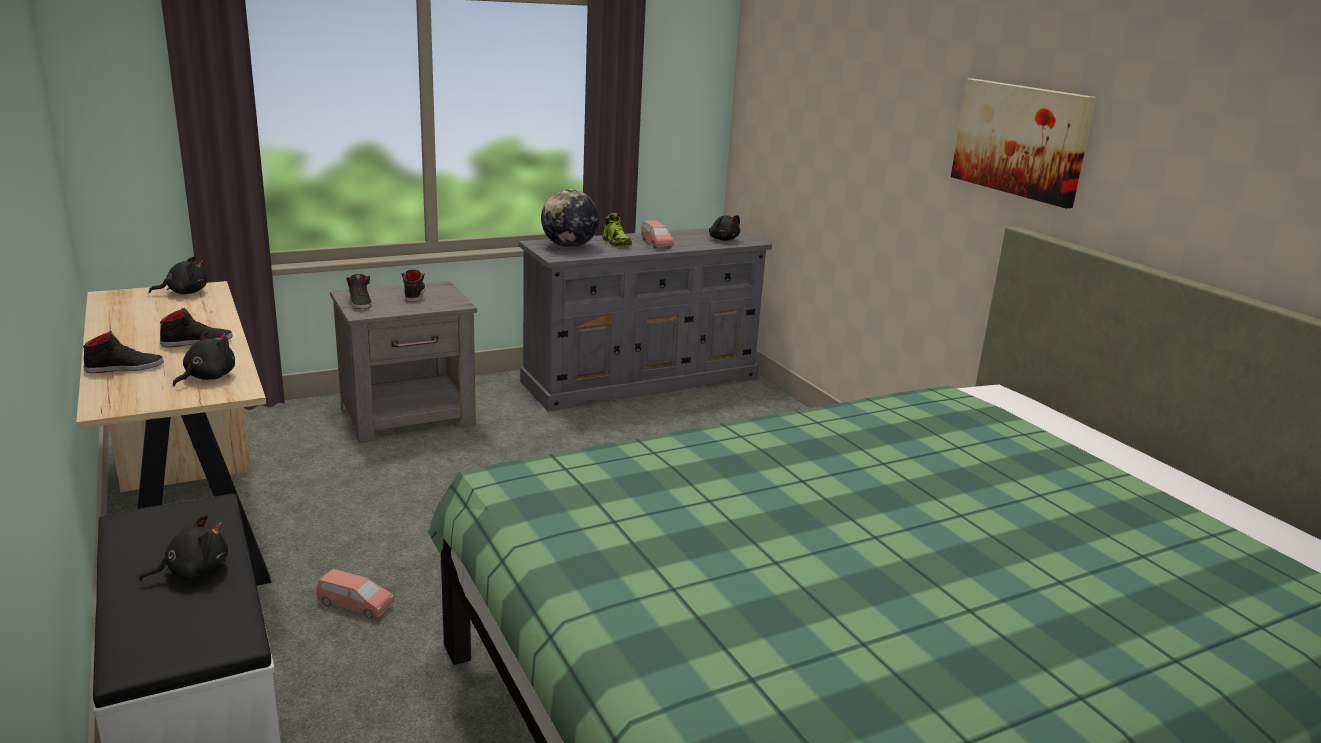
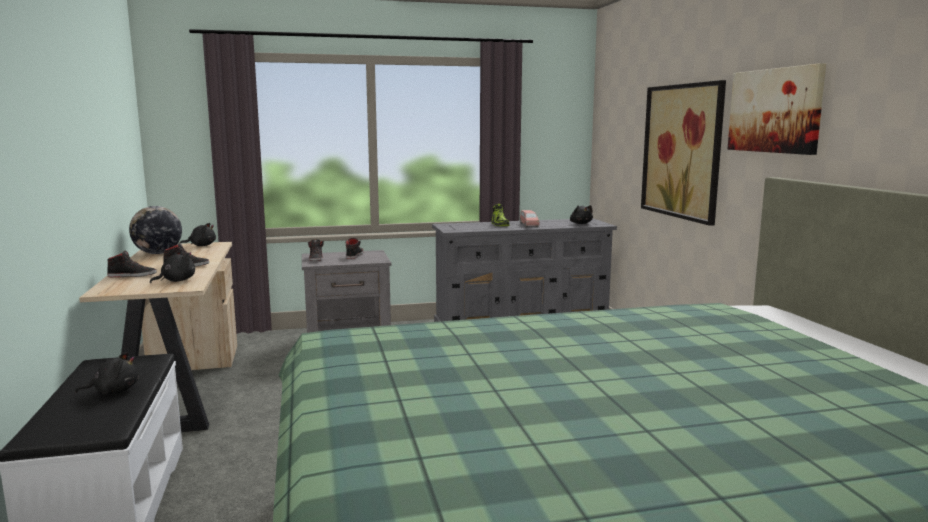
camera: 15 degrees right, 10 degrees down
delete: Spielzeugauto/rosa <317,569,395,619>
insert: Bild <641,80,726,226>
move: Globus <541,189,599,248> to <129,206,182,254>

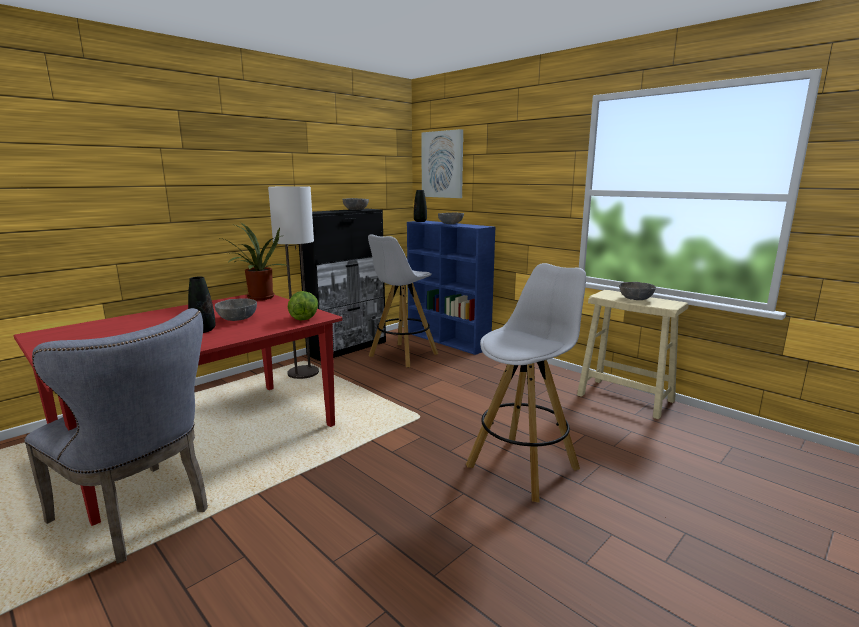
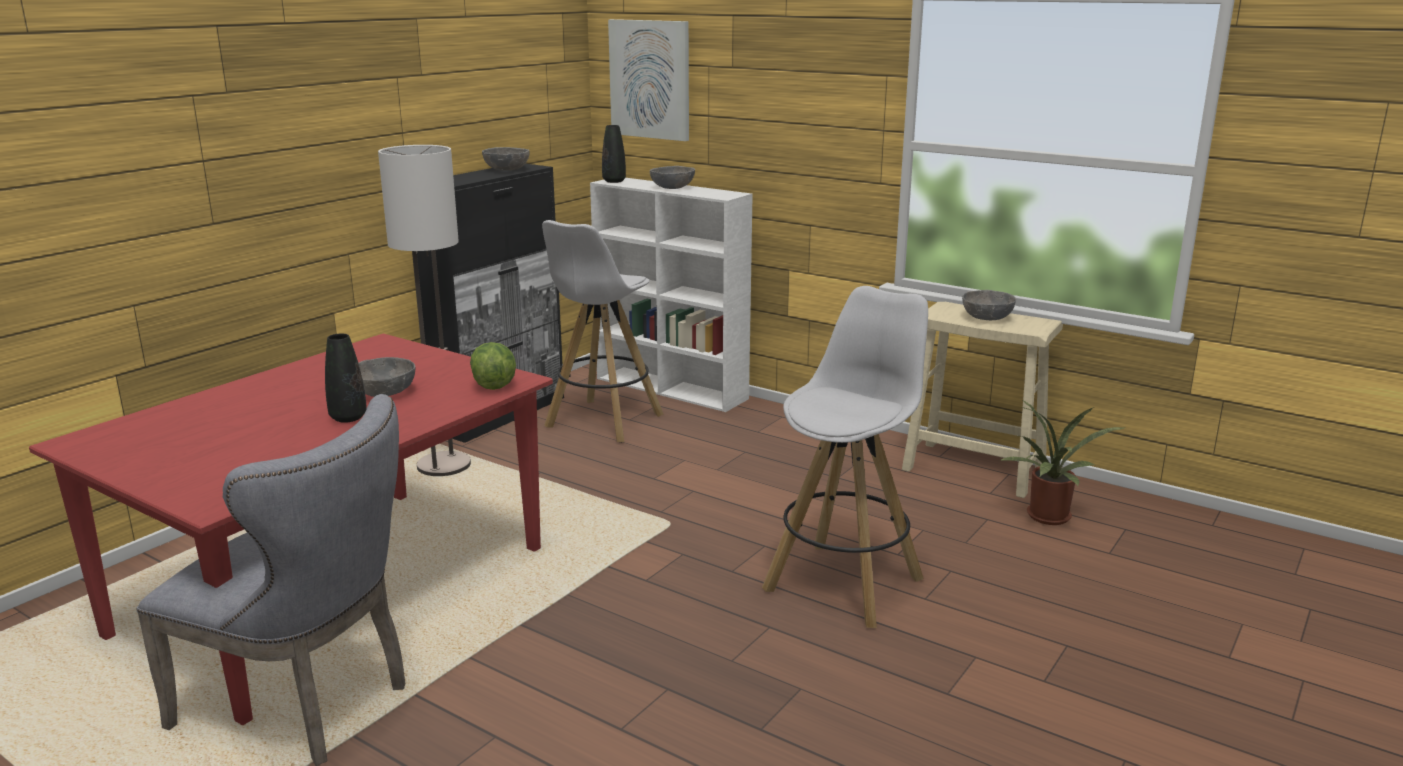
camera: 10 degrees left, 5 degrees up
move: Topfpflanze <220,223,287,300> to <999,400,1124,525>
recolor: Bücherregal/blau <407,221,495,355> to Bücherregal/weiß <590,178,753,412>

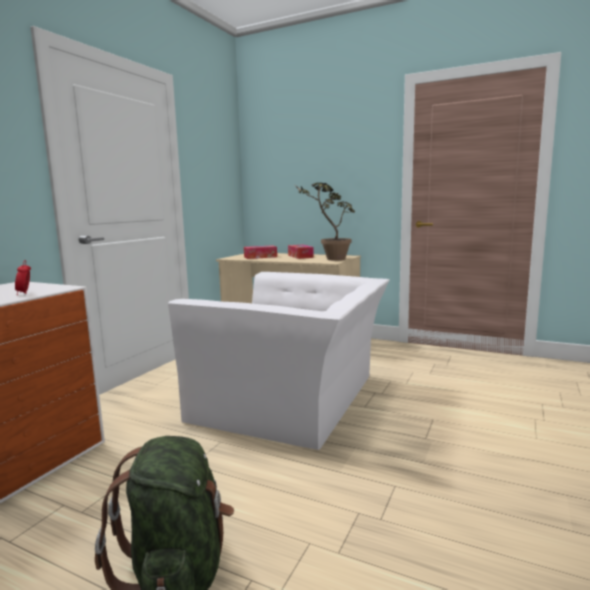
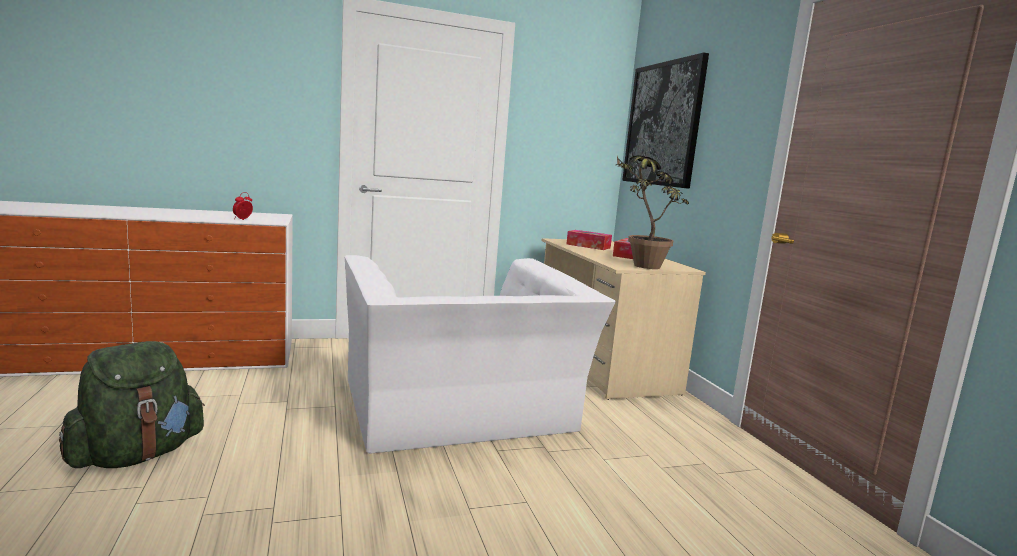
camera: 45 degrees right, 0 degrees up
insert: Bild <622,53,709,189>

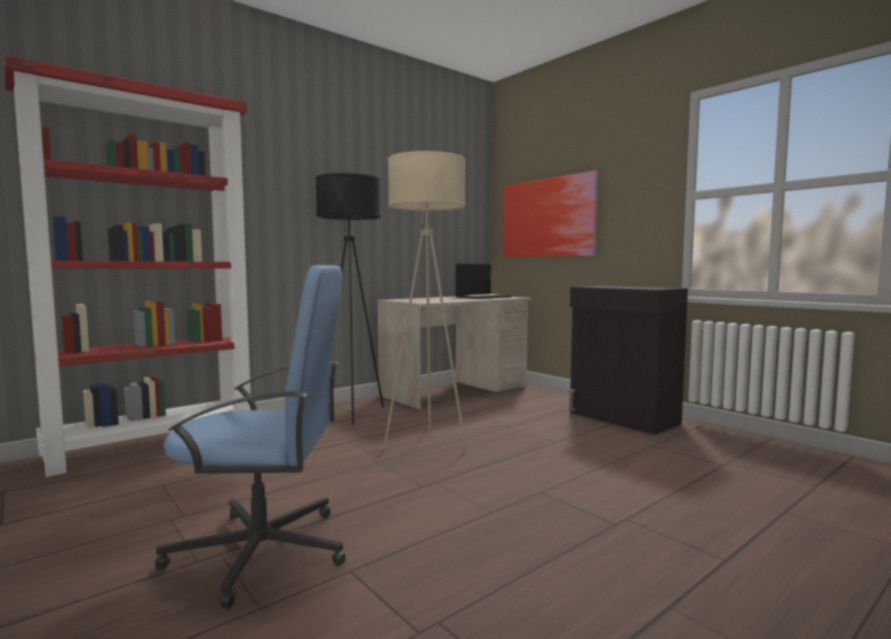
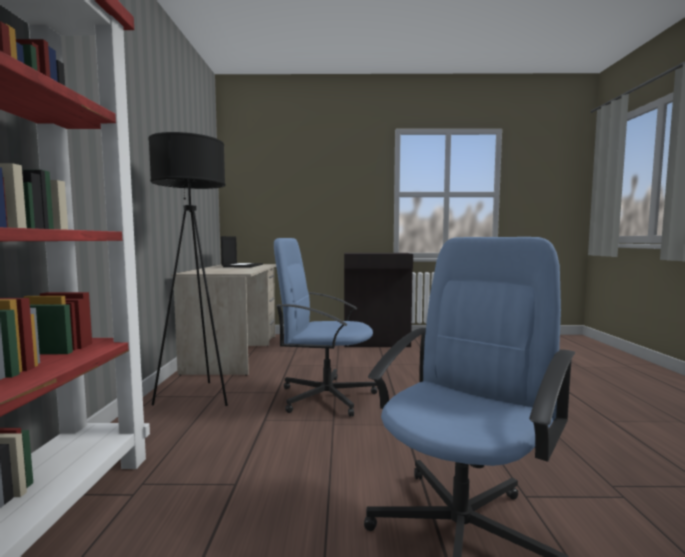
camera: 50 degrees left, 0 degrees up
delete: Bild <503,171,598,257>
replace: Stehlampe/beige <383,151,467,453> to Bürostuhl/blau <274,238,377,417>

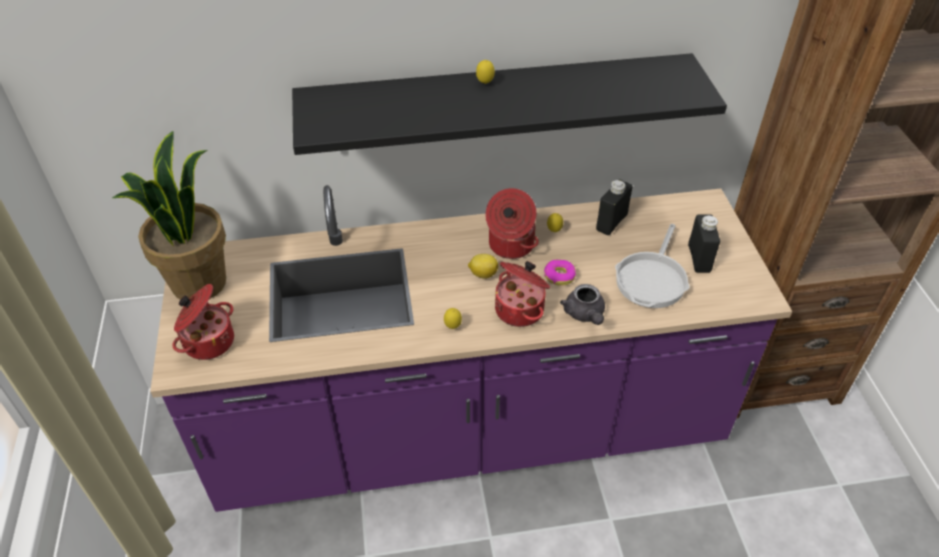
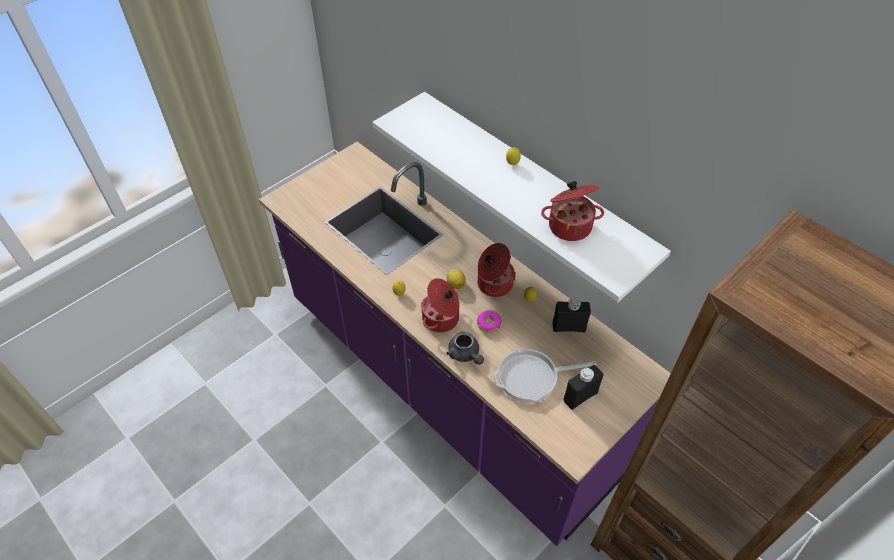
camera: 55 degrees right, 5 degrees up
delete: Topfpflanze <112,131,226,300>
move: Kochtopf <172,284,234,360> to <541,181,604,241>
recolor: Wandregal/schwarz <292,53,727,155> to Wandregal/weiß <372,92,671,302>
rotate: Teekanne/grau <560,284,605,325> = <446,332,484,365> 75 degrees counterclockwise

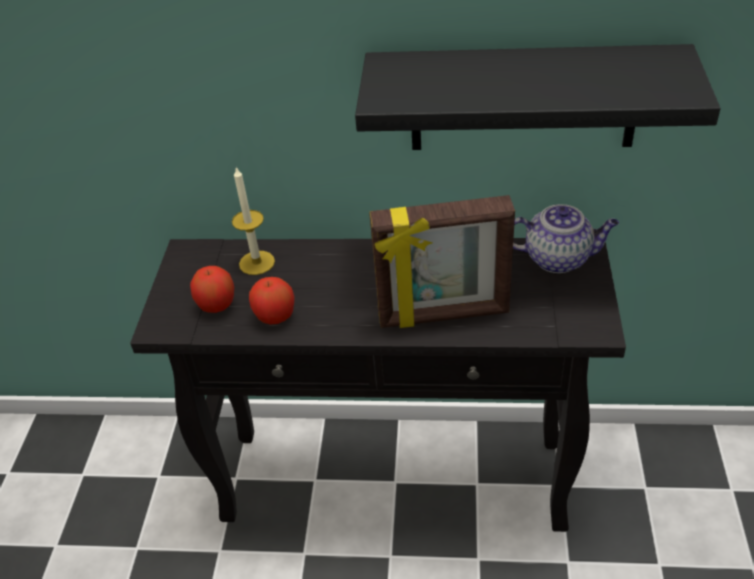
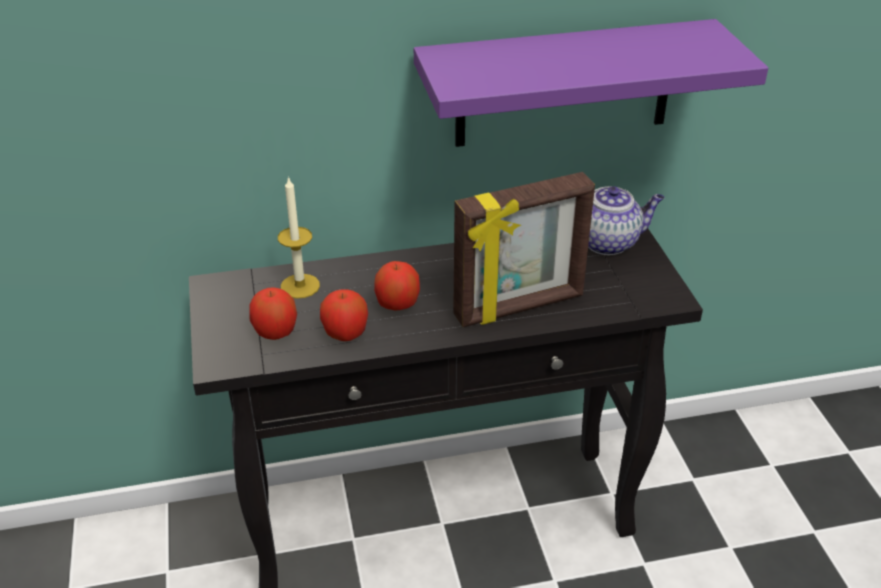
camera: 20 degrees left, 5 degrees down
insert: Apfel <374,261,420,311>
recolor: Wandregal/schwarz <355,44,721,150> to Wandregal/lila <414,19,768,147>

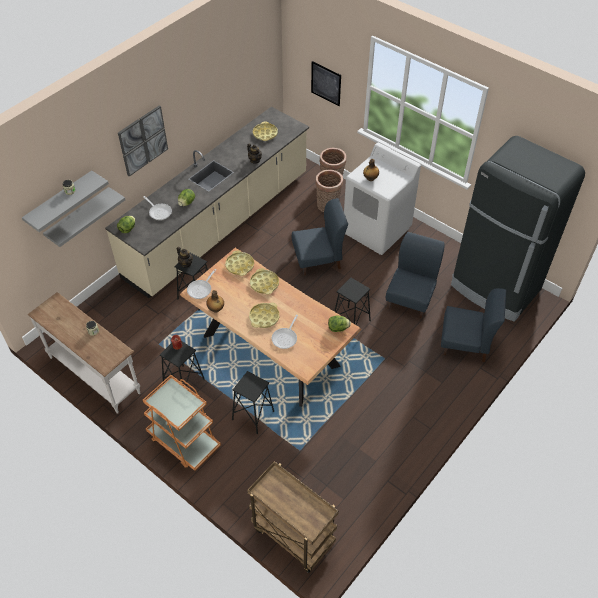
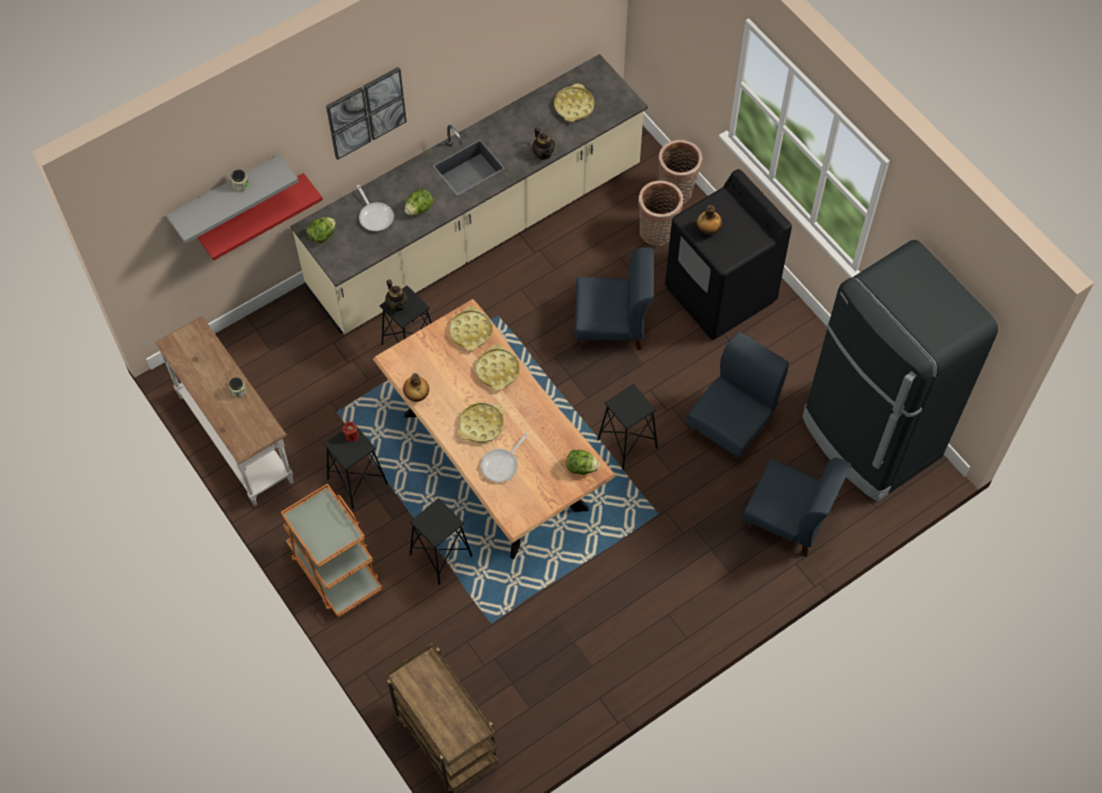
camera: 15 degrees right, 10 degrees up
delete: Bild <311,61,341,106>; Pfanne <187,269,216,299>
recolor: Waschmaschine/weiß <344,143,421,255> to Waschmaschine/schwarz <665,169,792,340>; Wandregal/grau <43,187,125,247> to Wandregal/rot <197,173,323,260>

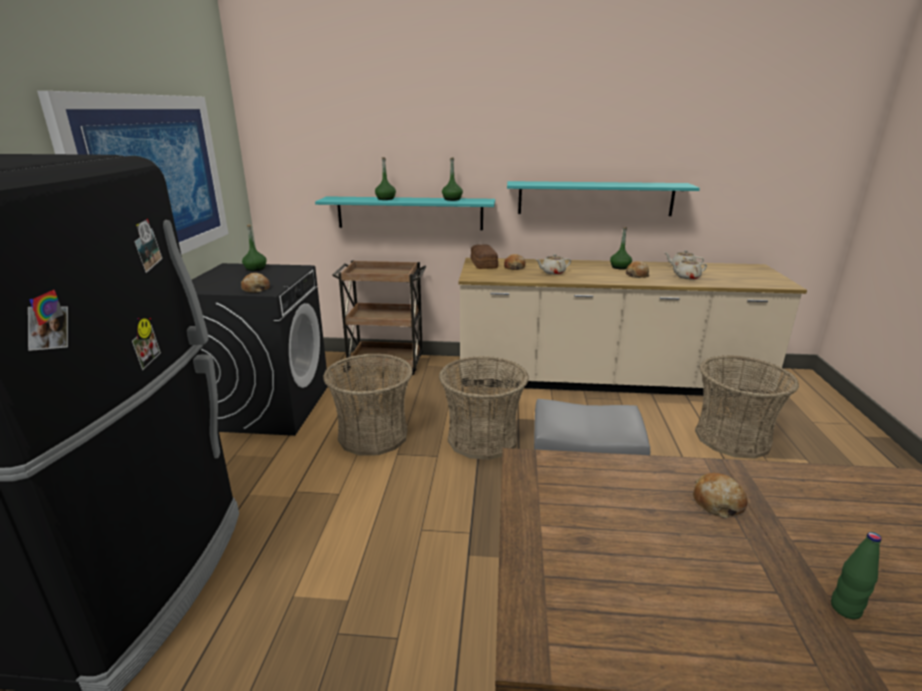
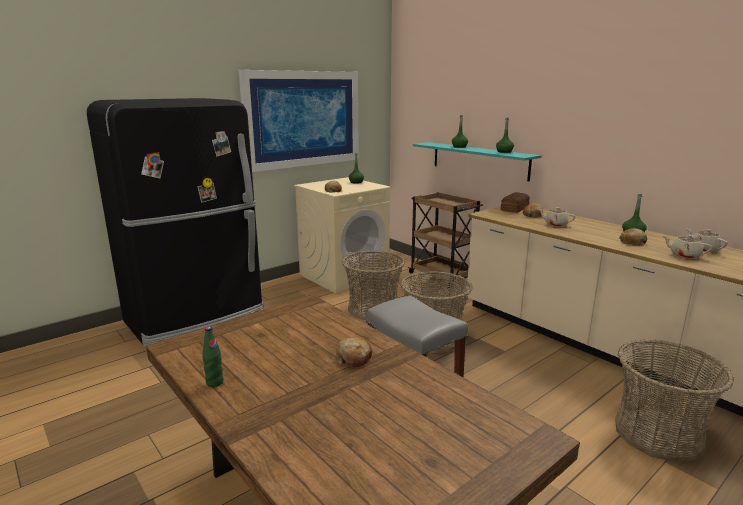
camera: 45 degrees right, 5 degrees down
delete: Wandregal/türkis <507,181,700,216>
move: Flasche/grün <831,532,881,619> to <202,327,224,387>
recolor: Waschmaschine/schwarz <192,263,328,436> to Waschmaschine/beige <294,177,390,293>

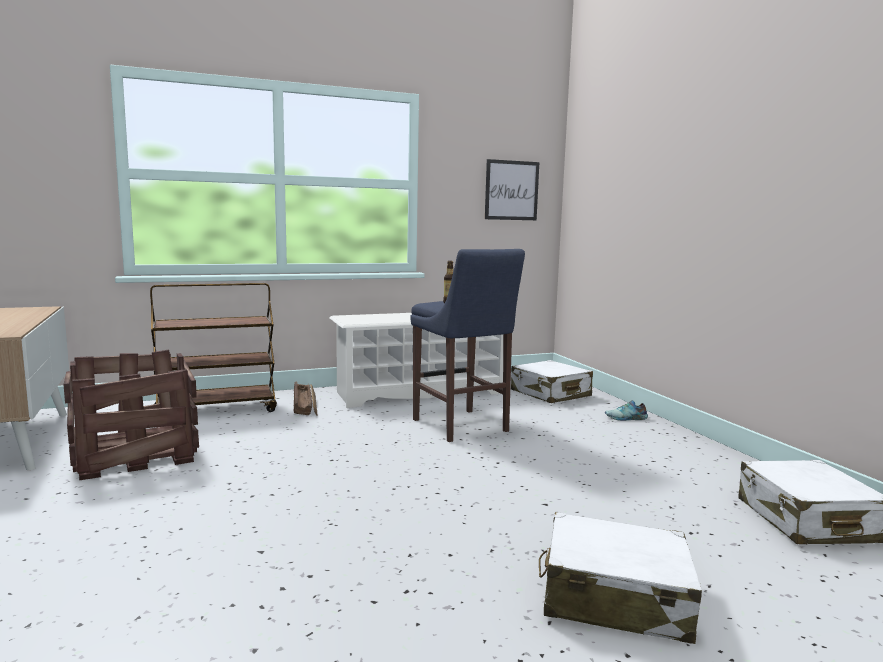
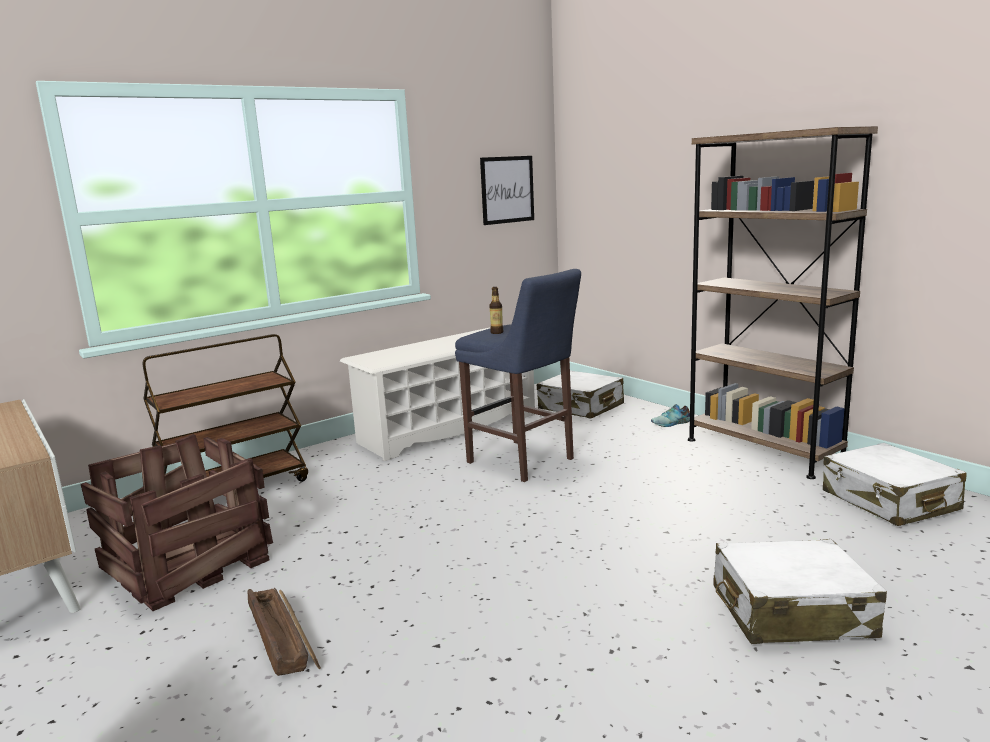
camera: 15 degrees left, 5 degrees up
insert: Bücherregal/braun <688,126,878,479>
move: Kiste <294,382,317,416> to <248,588,321,676>

